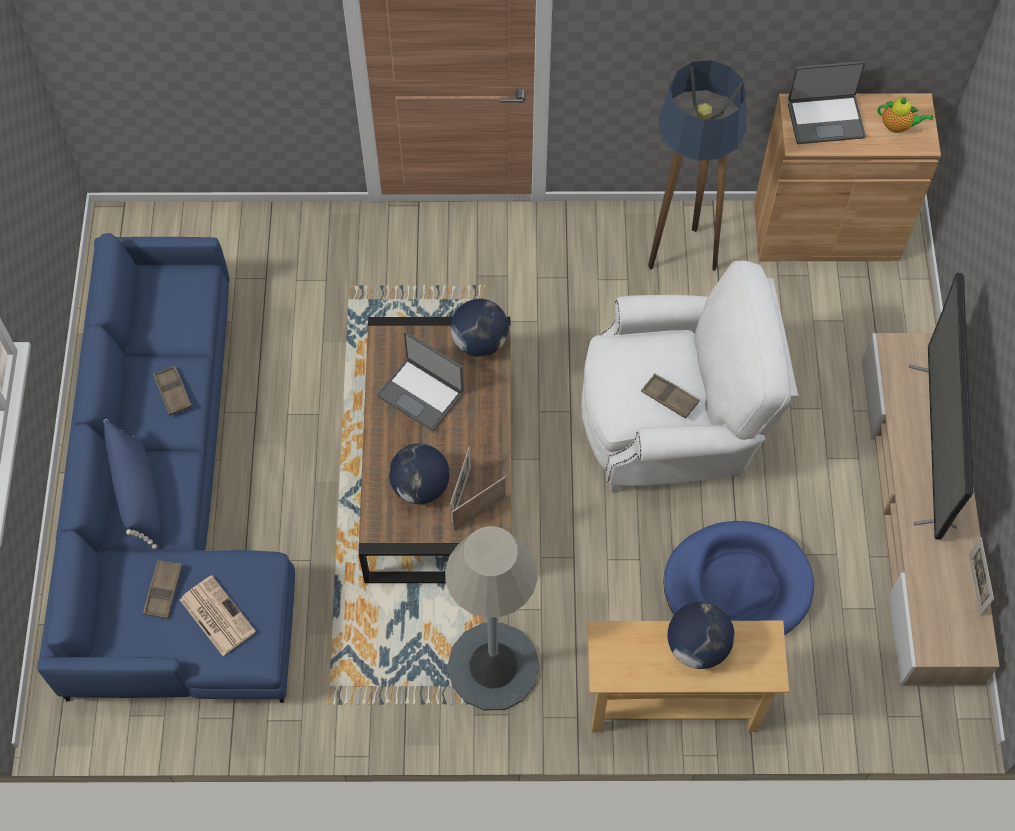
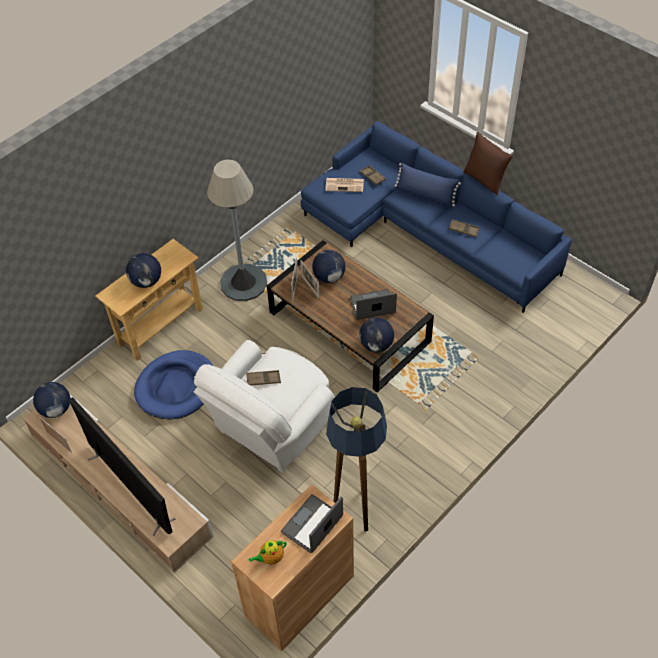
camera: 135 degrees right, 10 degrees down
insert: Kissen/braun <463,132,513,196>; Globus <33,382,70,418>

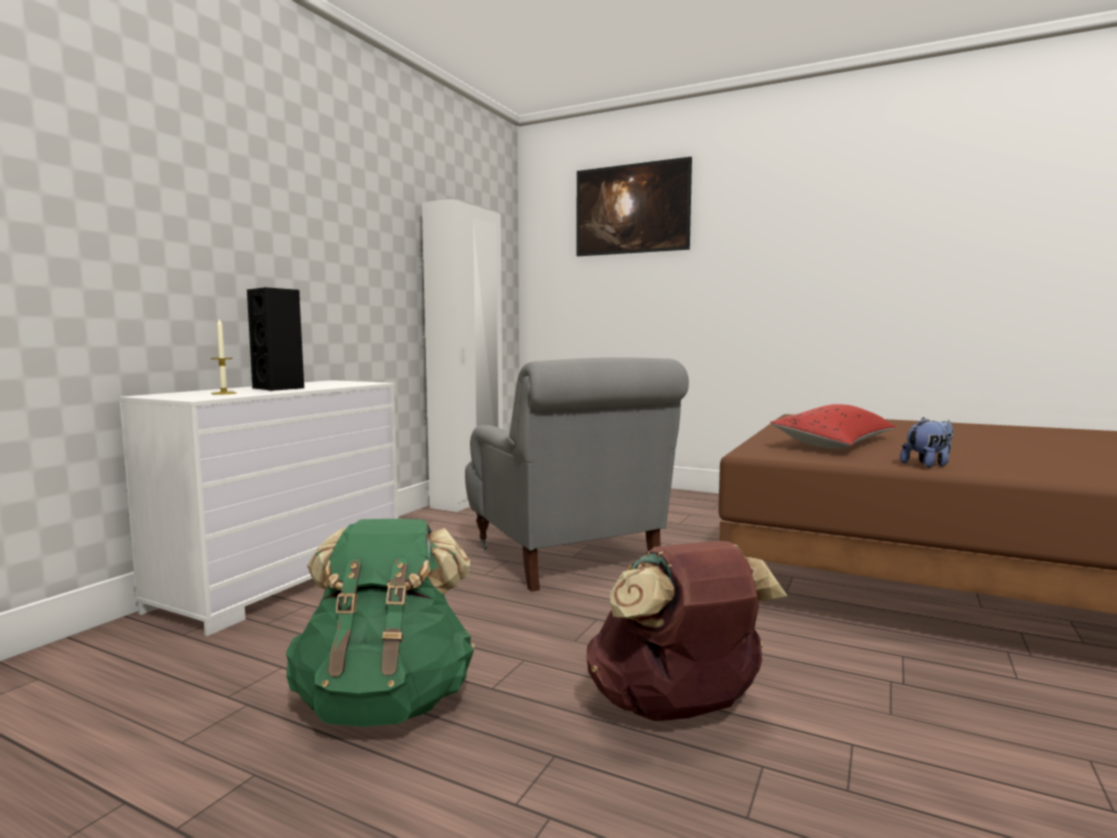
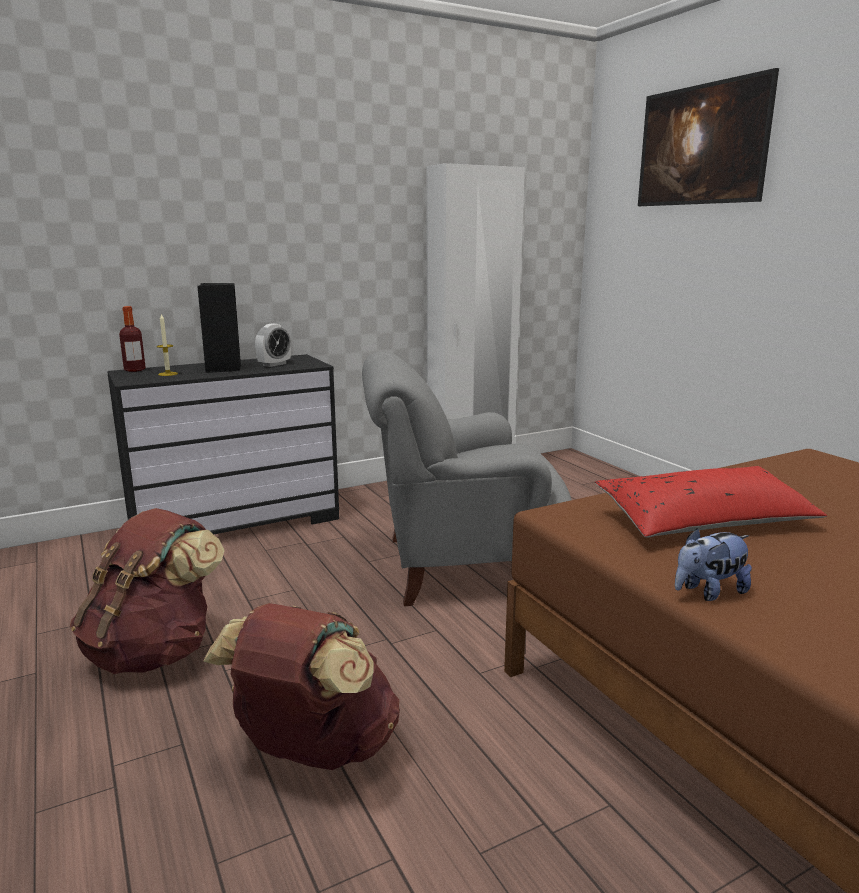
camera: 35 degrees right, 10 degrees up
insert: Flasche <119,306,146,372>; Wecker <255,323,291,367>
recolor: Kommode/weiß <119,380,398,636> to Kommode/schwarz <107,354,339,534>; Rucksack/grün <286,519,475,727> to Rucksack/braun <70,508,225,674>
rotate: Sessel/grau <465,357,689,592> = <362,351,572,606> 75 degrees clockwise; Plüschtier <900,417,954,468> = <675,528,752,601> 150 degrees clockwise

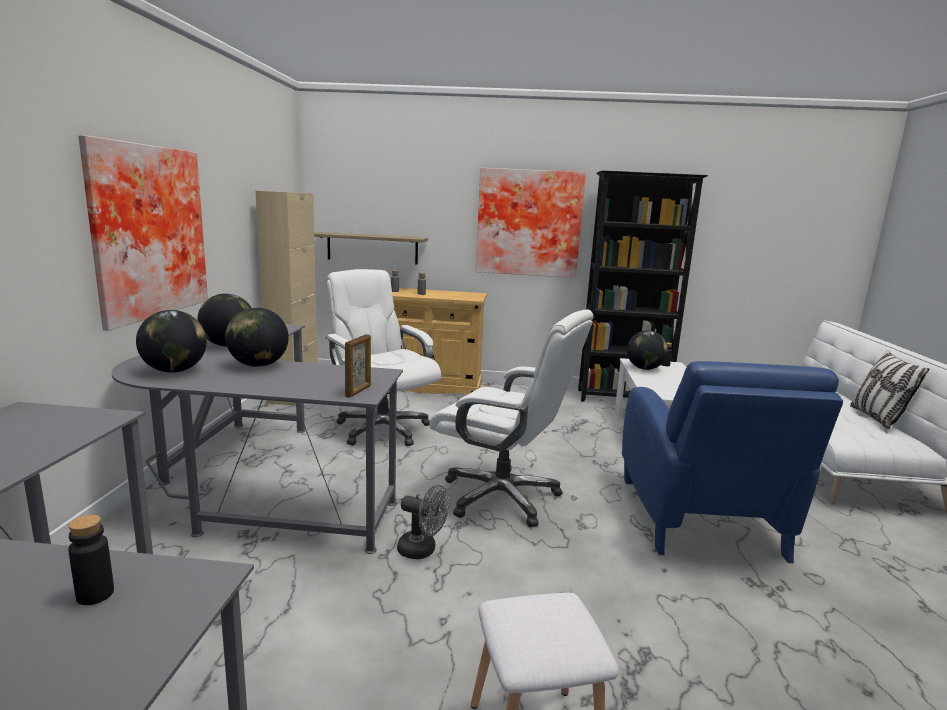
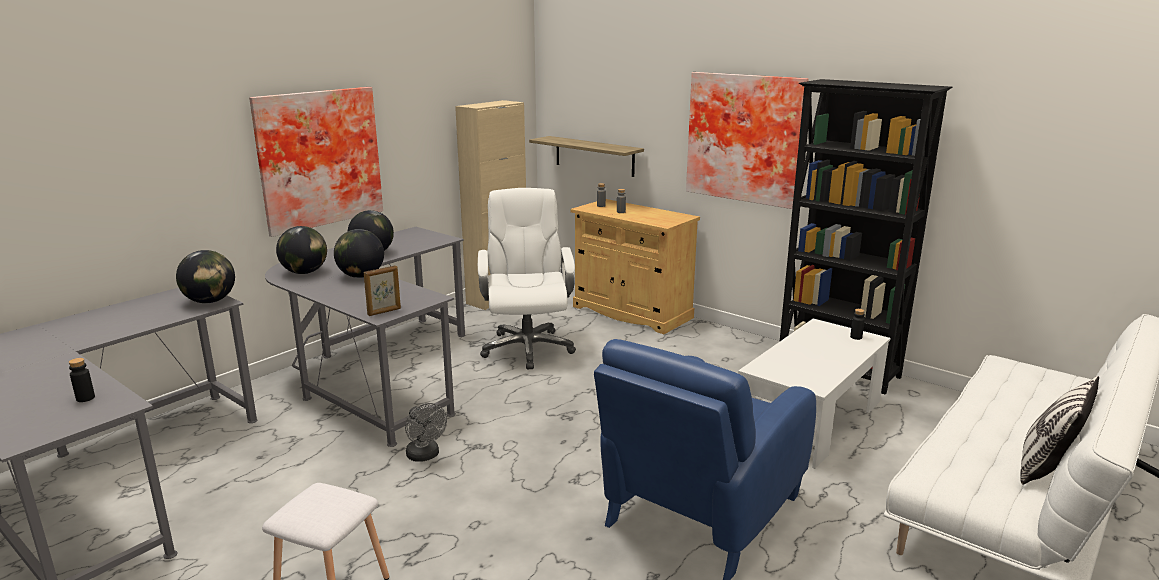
camera: 35 degrees right, 5 degrees up
delete: Bürostuhl/weiß <429,309,594,527>
move: Globus <627,330,668,370> to <176,250,235,303>

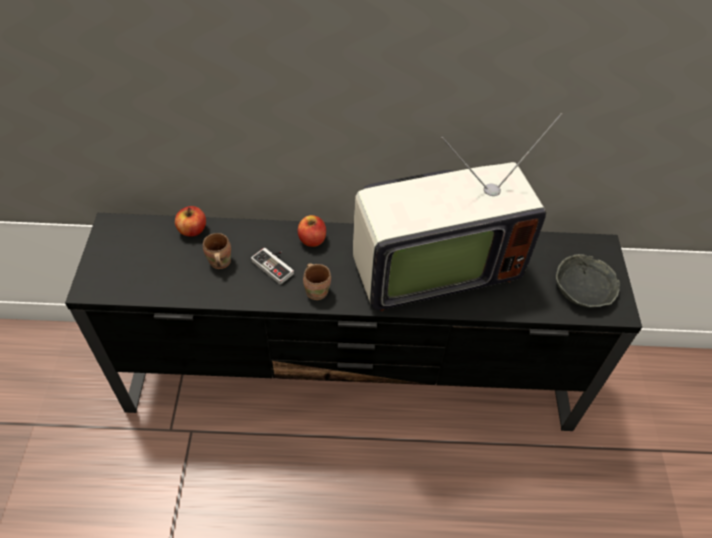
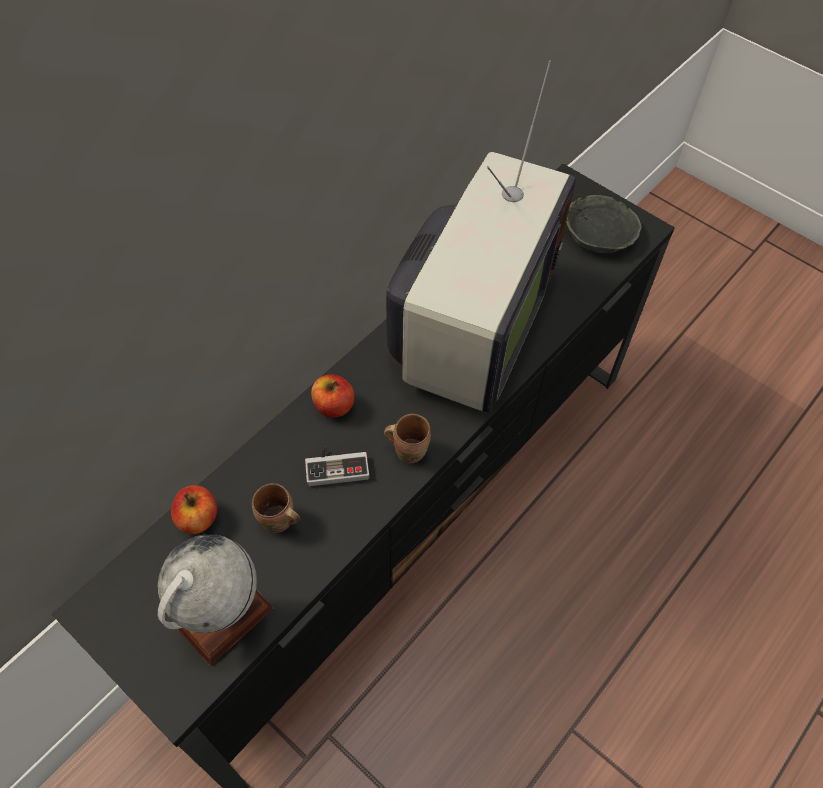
camera: 50 degrees left, 5 degrees up
insert: Globus <158,535,273,666>

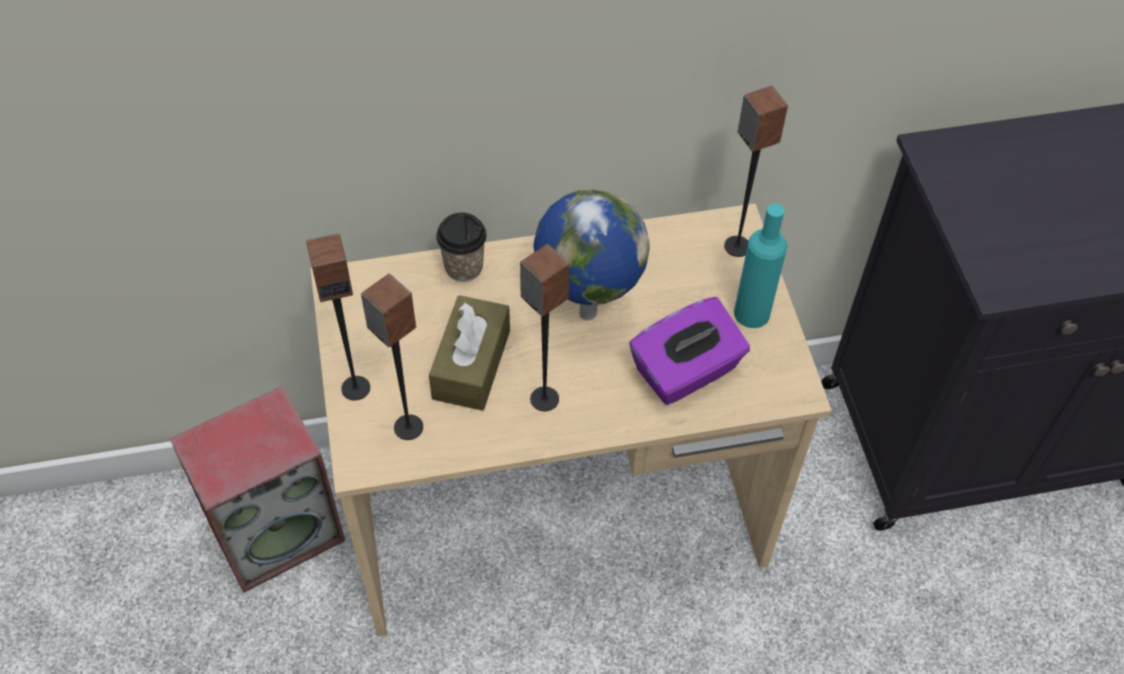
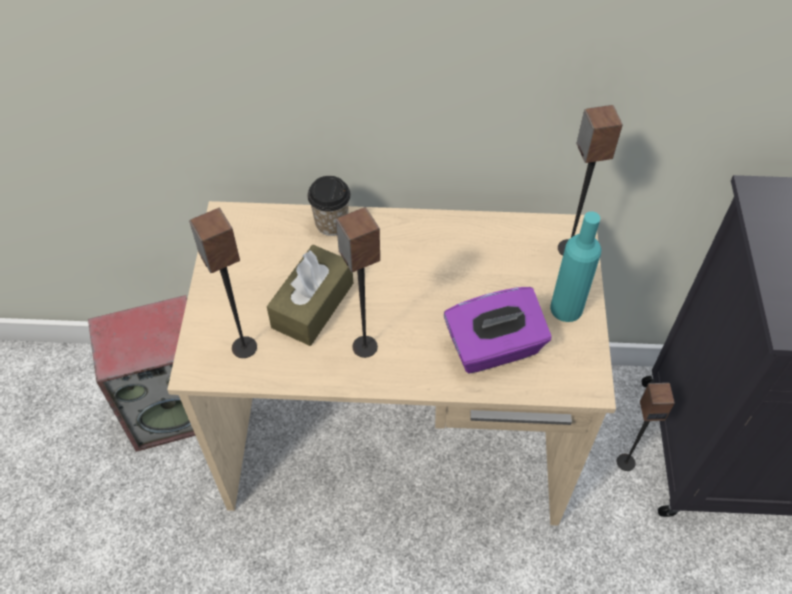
camera: 15 degrees right, 0 degrees up
delete: Globus <534,189,650,320>
move: Lautsprecher <306,233,370,400> to <617,383,675,471>

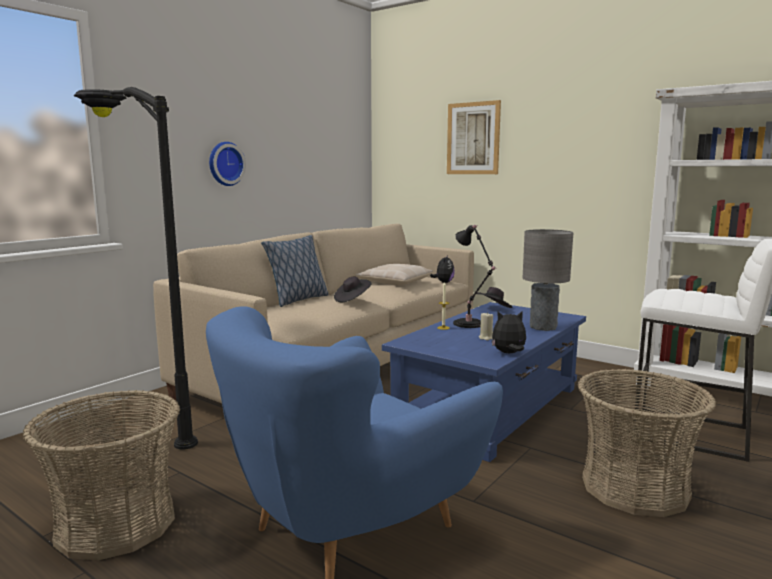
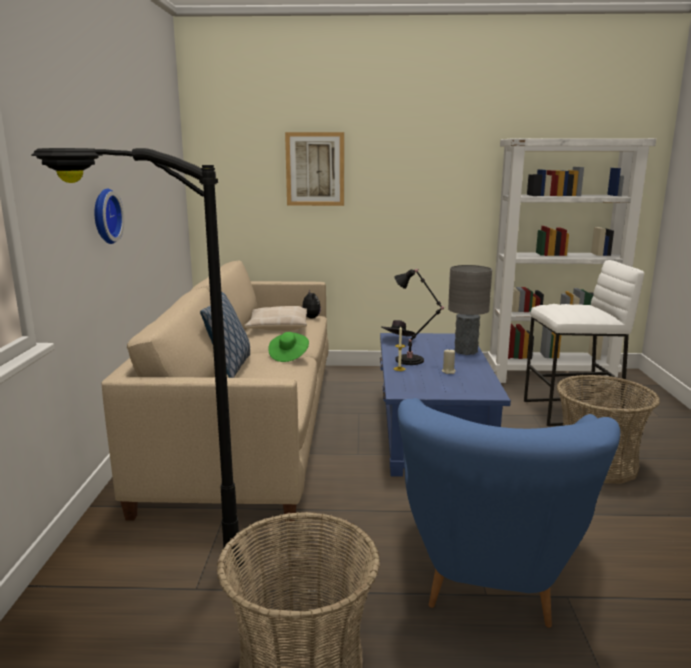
camera: 35 degrees left, 5 degrees up
delete: Plüschtier <492,311,526,353>
recolor: Hut/schwarz <334,277,372,302> to Hut/grün <268,332,309,362>

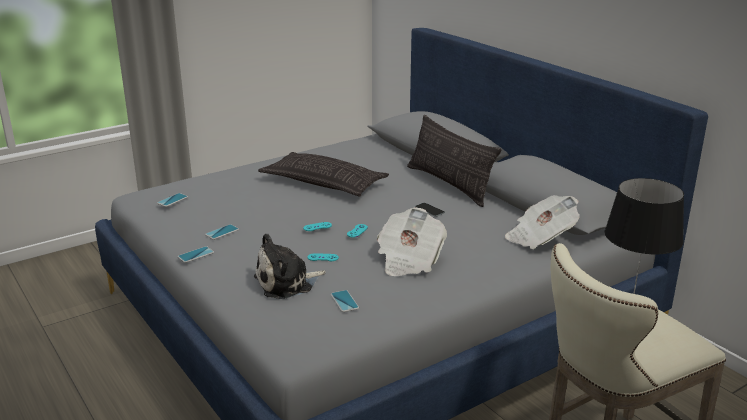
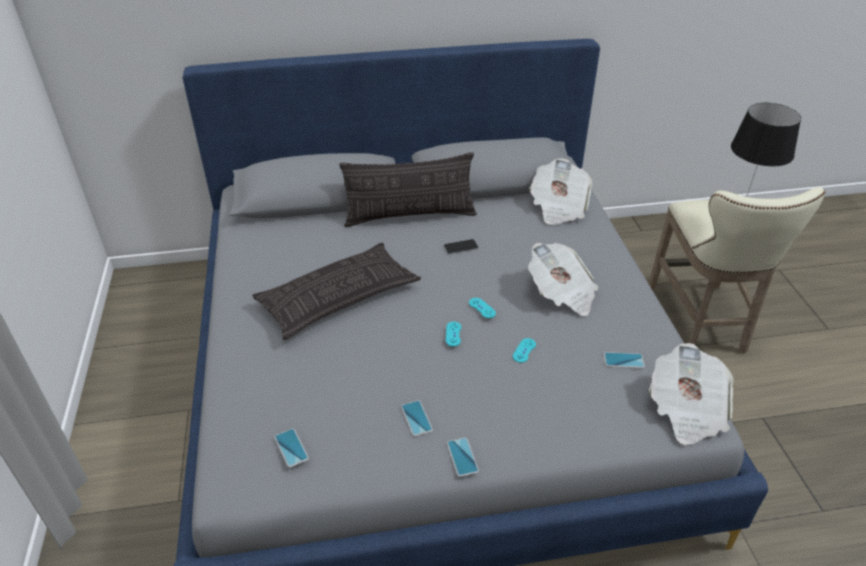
camera: 65 degrees left, 15 degrees up
delete: Plüschtier <254,233,326,299>
insert: Zeitung <649,343,734,445>

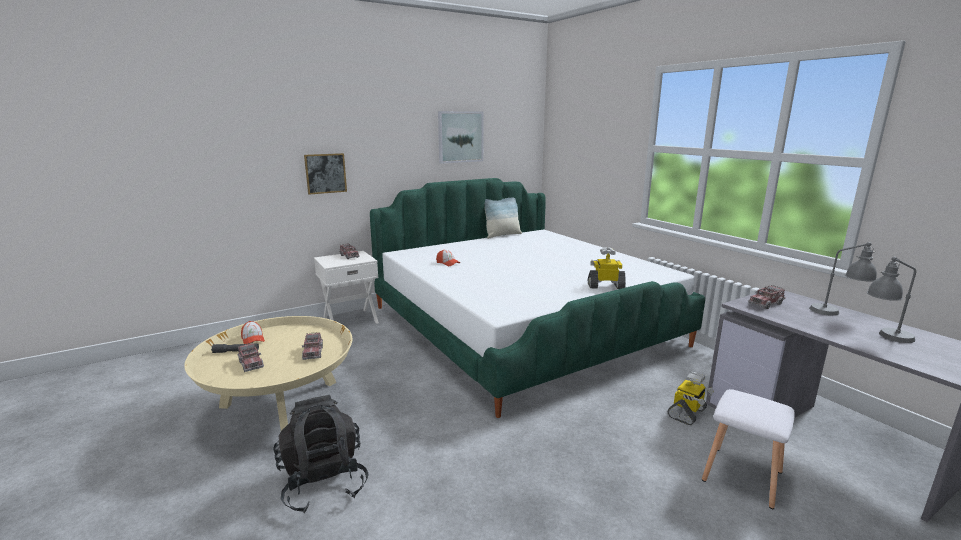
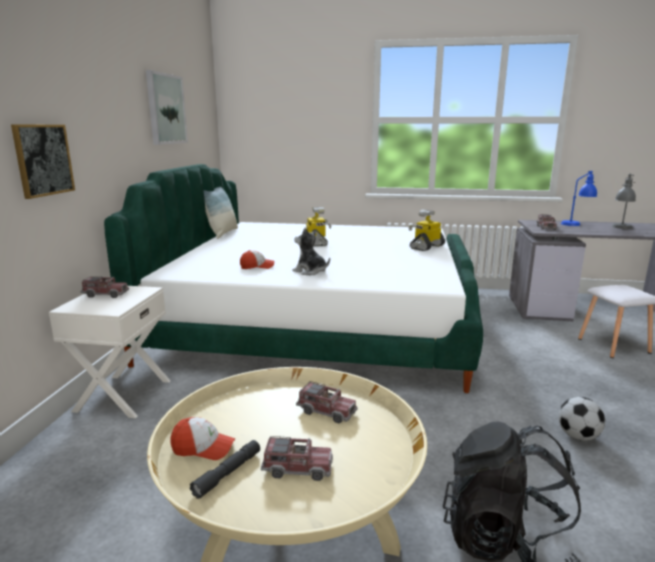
camera: 50 degrees left, 0 degrees up
insert: Plüschtier <293,228,330,275>; Fußball <558,397,605,441>
move: Spielzeugroboter <667,371,714,425> to <306,207,331,247>
recolor: Tischlampe/grau <809,242,877,316> to Tischlampe/blau <561,171,597,226>

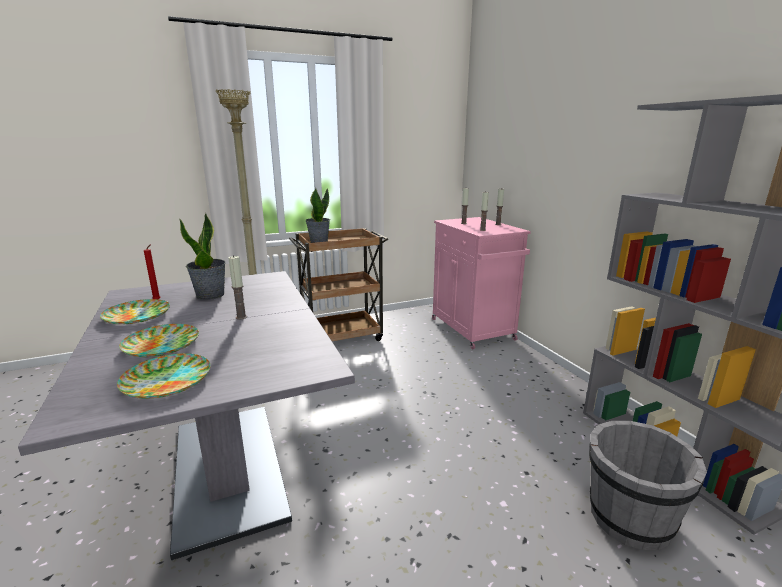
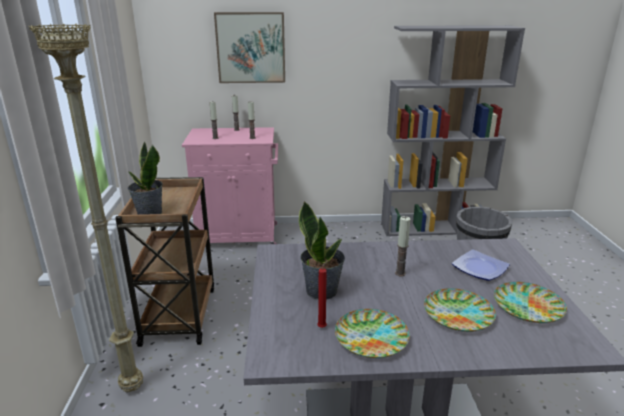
camera: 70 degrees left, 5 degrees up
insert: Bild <214,12,285,83>; Teller <452,249,510,281>

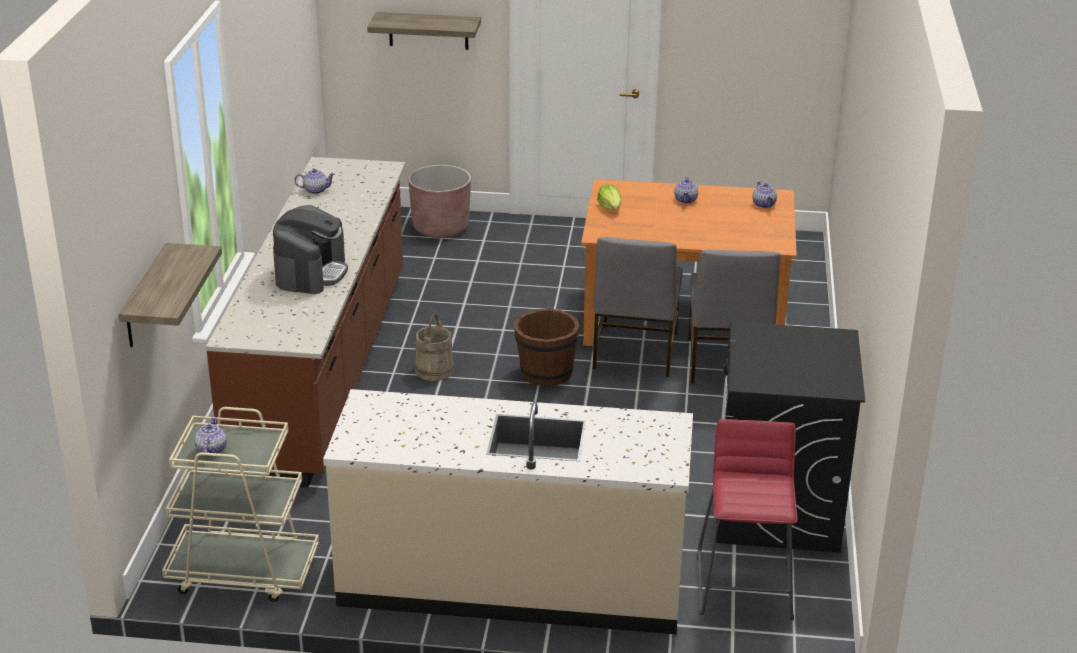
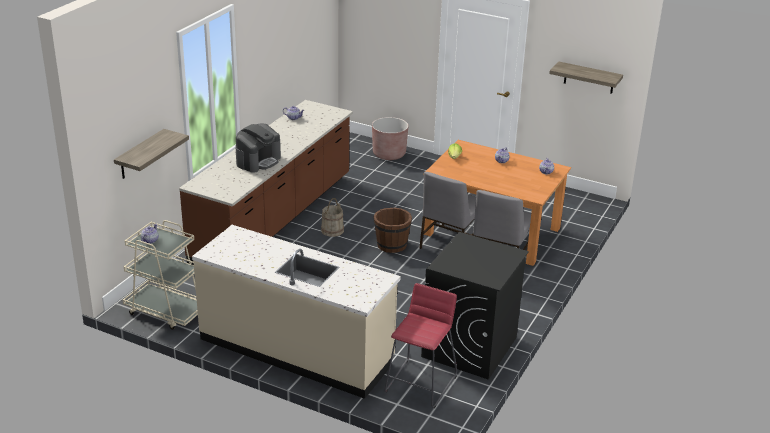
camera: 20 degrees right, 0 degrees up
move: Wandregal <367,12,481,50> to <549,62,623,94>

